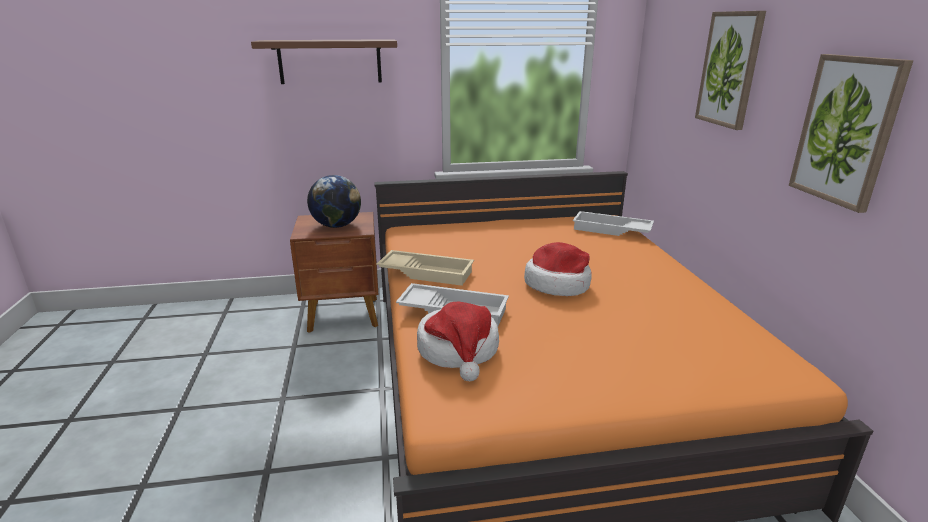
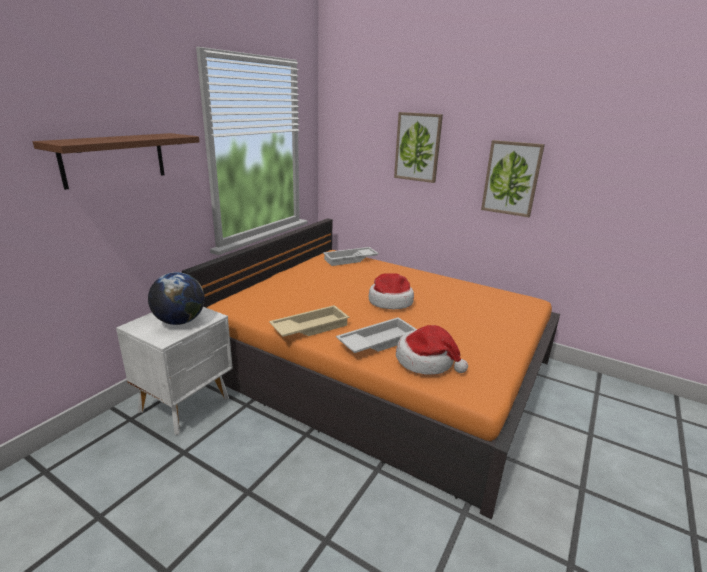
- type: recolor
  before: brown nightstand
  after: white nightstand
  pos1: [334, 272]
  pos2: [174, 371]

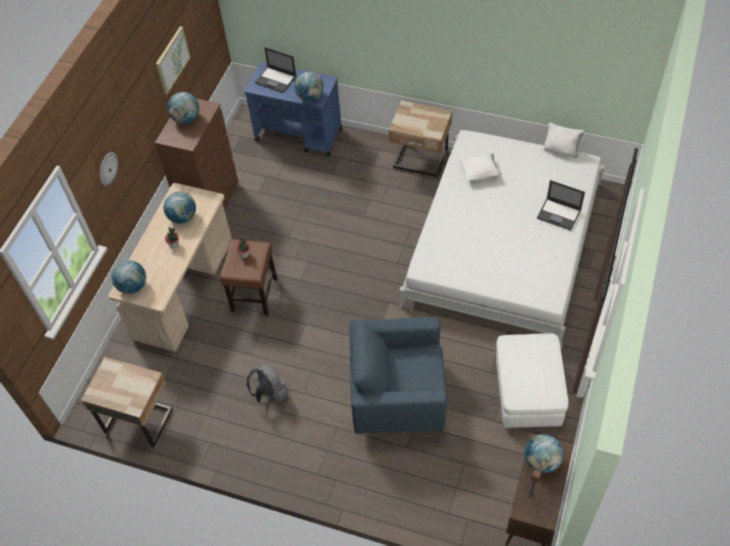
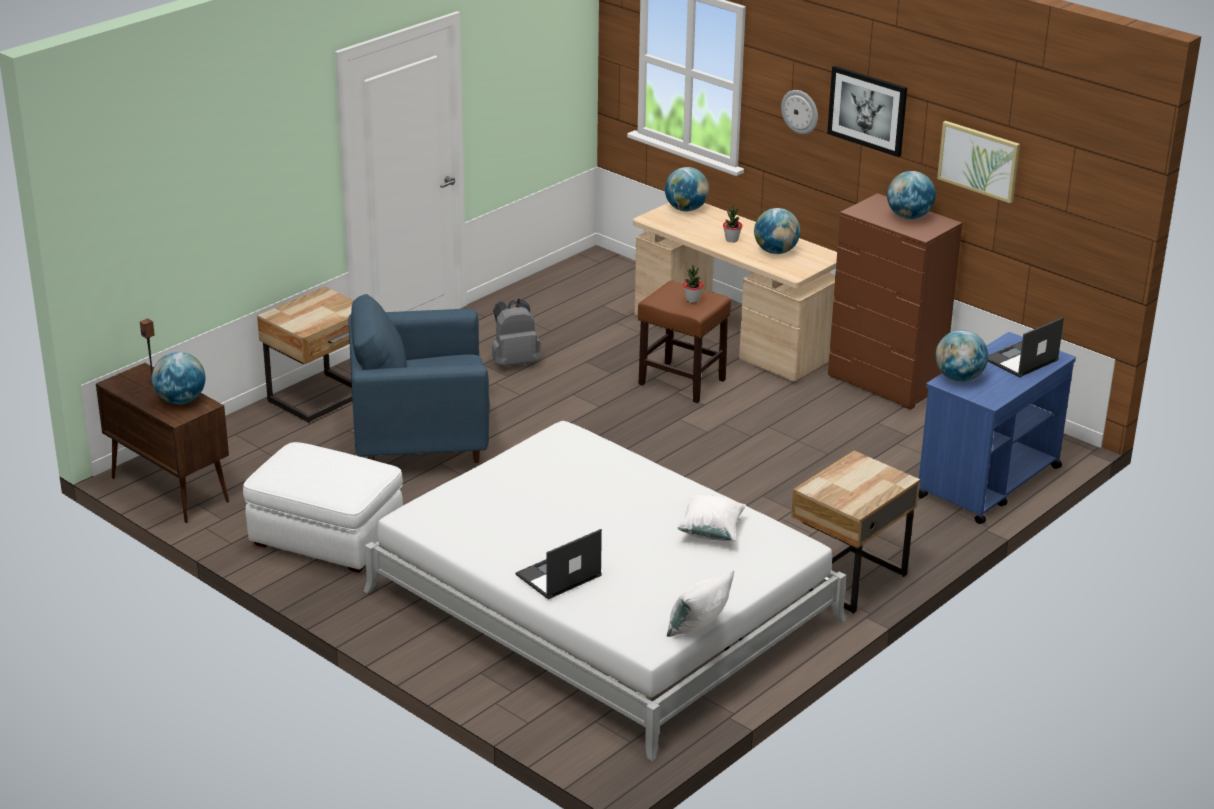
- type: insert
  after: picture
  pos2: [867, 111]
- type: move
  before: beige nightstand
  pos1: [127, 402]
  pos2: [305, 355]
- type: rotate
  before: blue armchair
  pos1: [398, 375]
  pos2: [419, 378]
  turn: -120

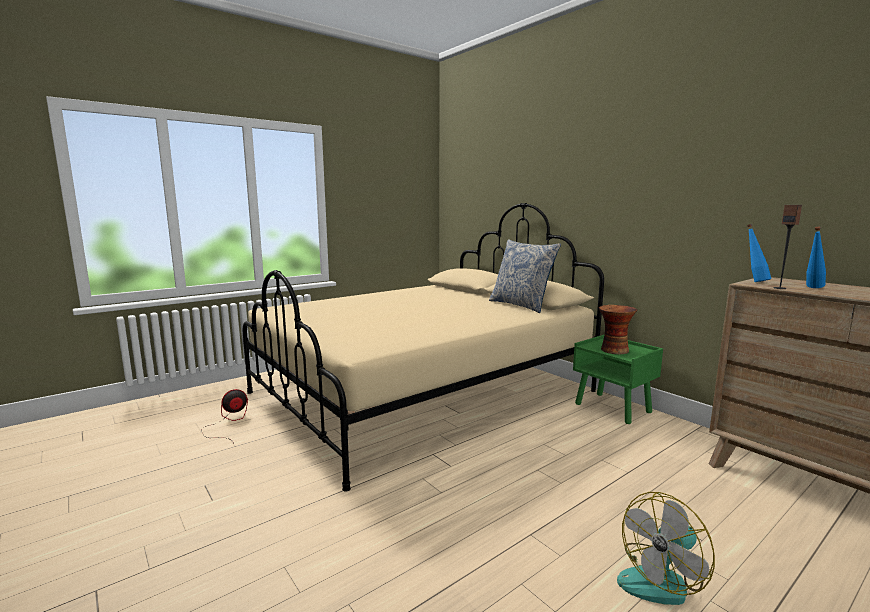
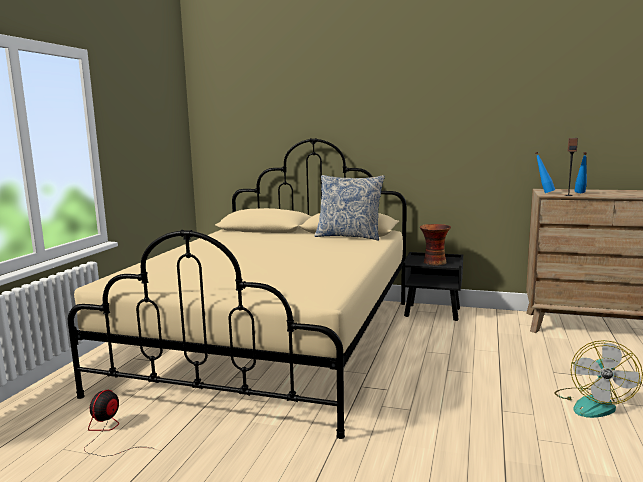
- type: recolor
  before: green nightstand
  after: black nightstand
  pos1: [618, 379]
  pos2: [433, 286]

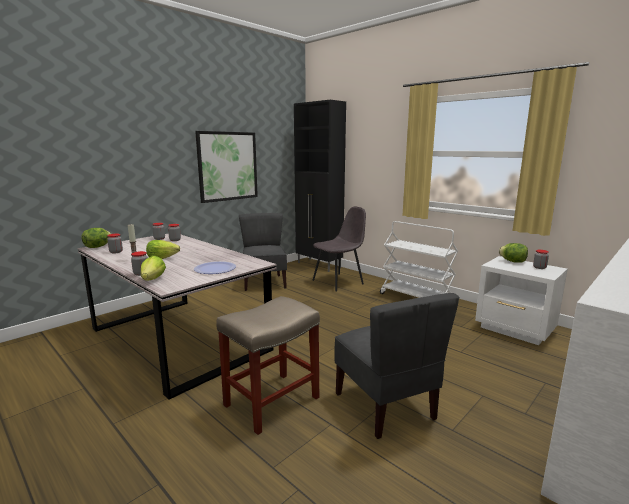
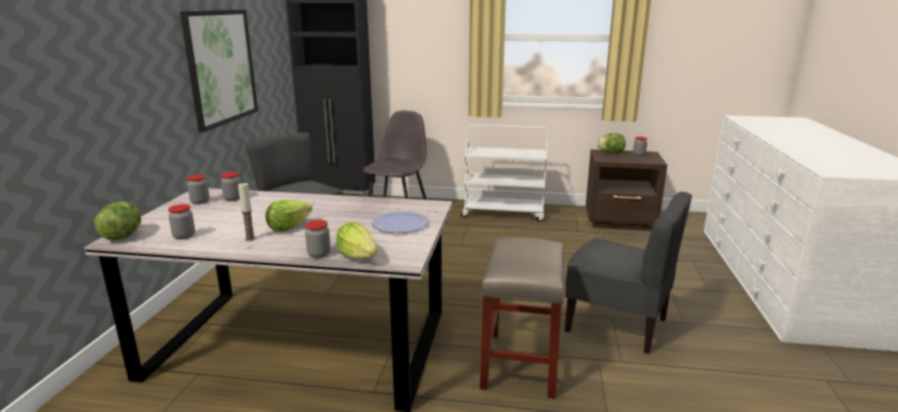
- type: recolor
  before: white nightstand
  after: brown nightstand
  pos1: [521, 300]
  pos2: [626, 190]

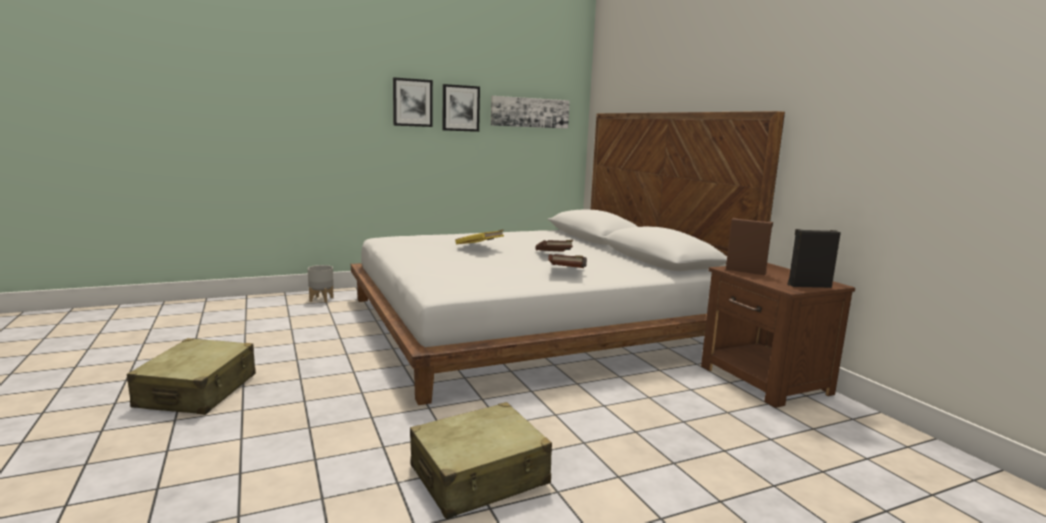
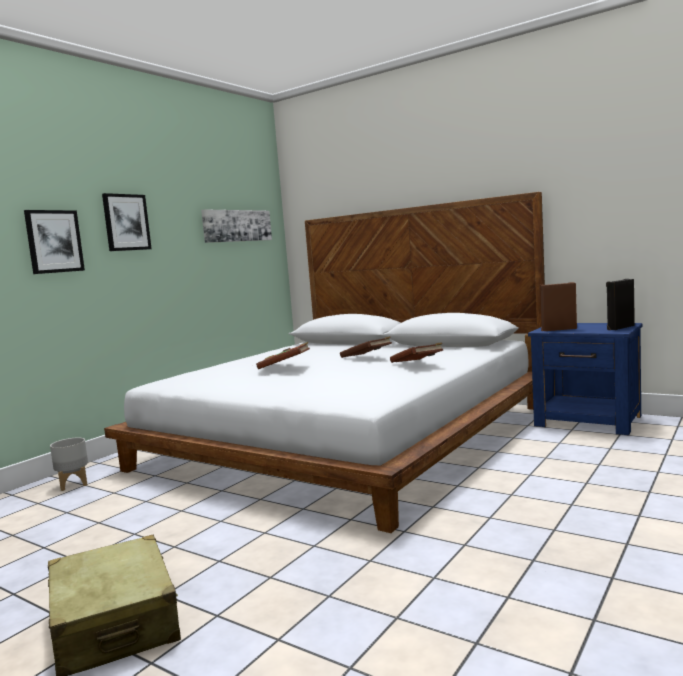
- type: delete
  before: beige suitcase
  pos1: [481, 460]
- type: move
  before: picture
  pos1: [461, 108]
  pos2: [54, 242]
- type: recolor
  before: yellow book
  after: brown book
  pos1: [479, 237]
  pos2: [283, 355]
- type: recolor
  before: brown nightstand
  after: blue nightstand
  pos1: [778, 335]
  pos2: [585, 379]

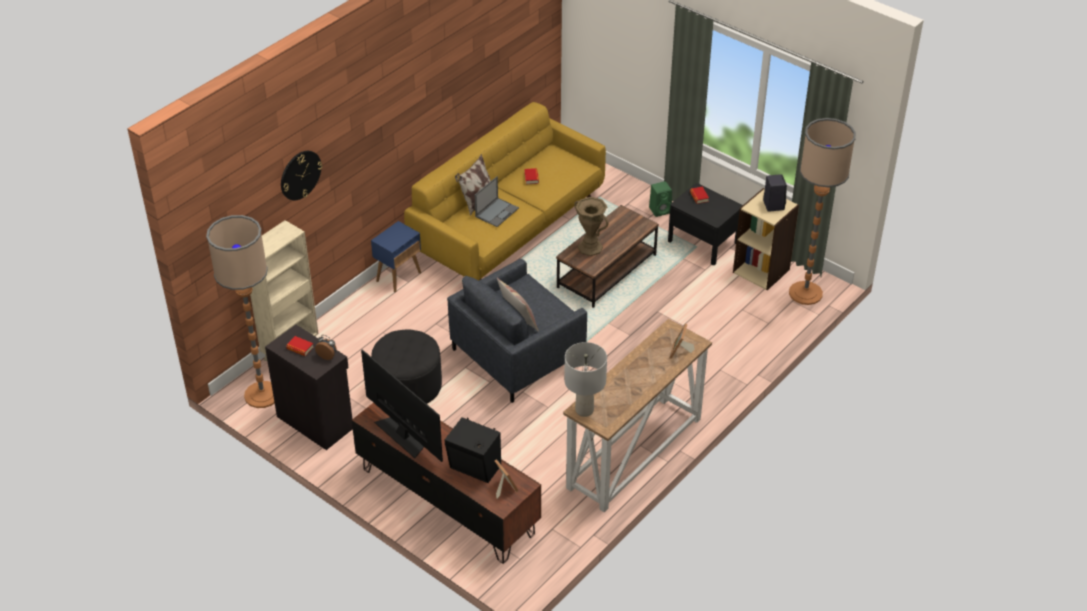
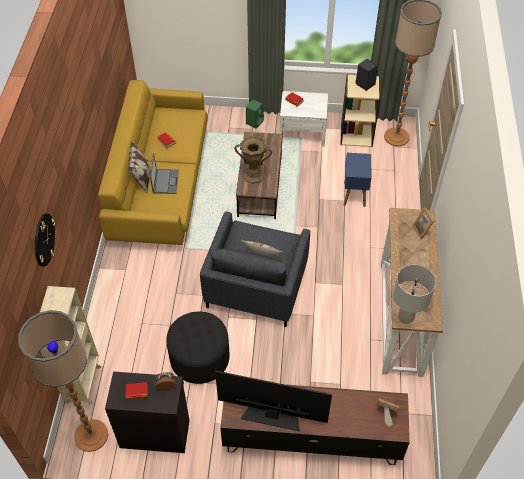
- type: delete
  before: black speaker
  pos1: [473, 450]
- type: move
  before: blue side table
  pos1: [396, 256]
  pos2: [357, 180]
- type: recolor
  before: black nightstand
  after: white nightstand
  pos1: [705, 224]
  pos2: [304, 118]

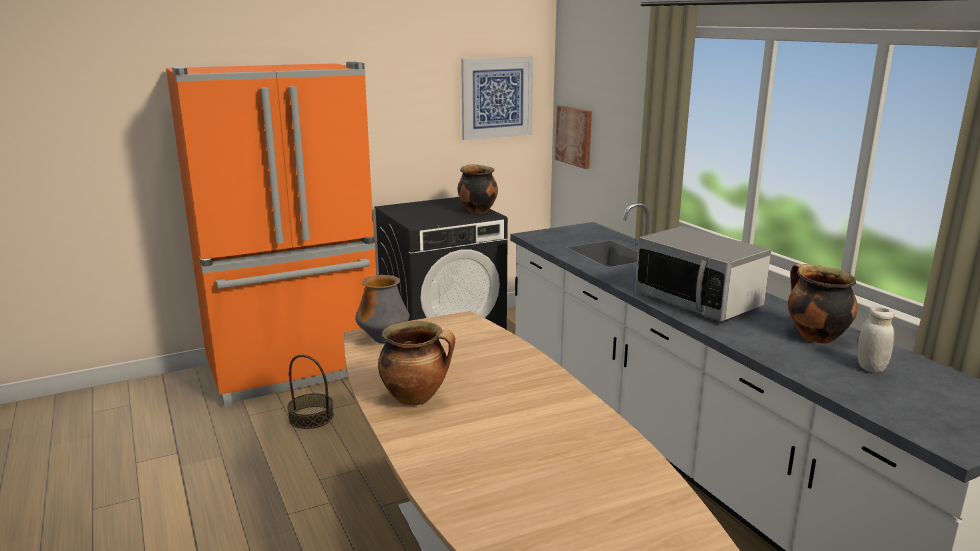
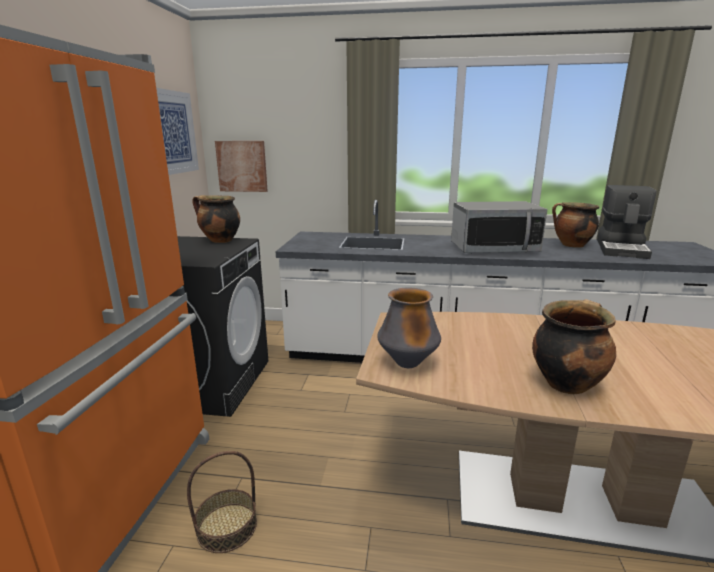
- type: replace
  before: white jar
  after: coffee machine
  pos1: [875, 340]
  pos2: [627, 222]

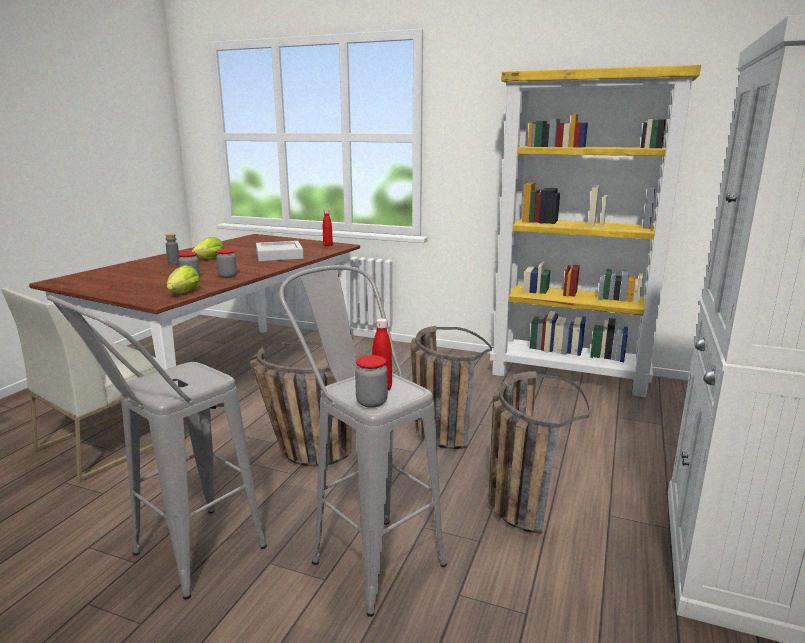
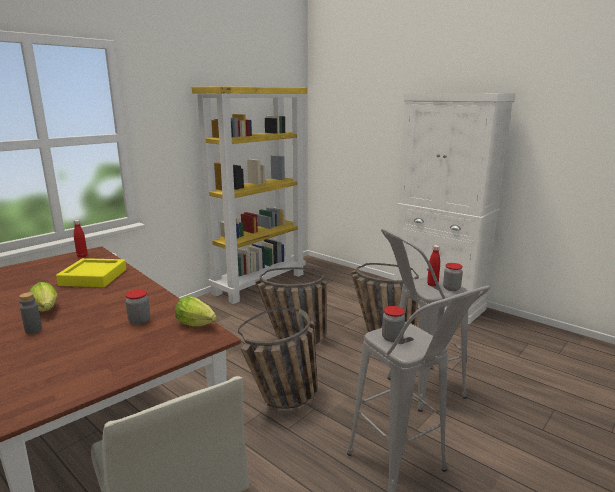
- type: move
  before: jar
  pos1: [226, 263]
  pos2: [393, 324]
- type: recolor
  before: grey tray
  after: yellow tray
  pos1: [280, 251]
  pos2: [91, 272]

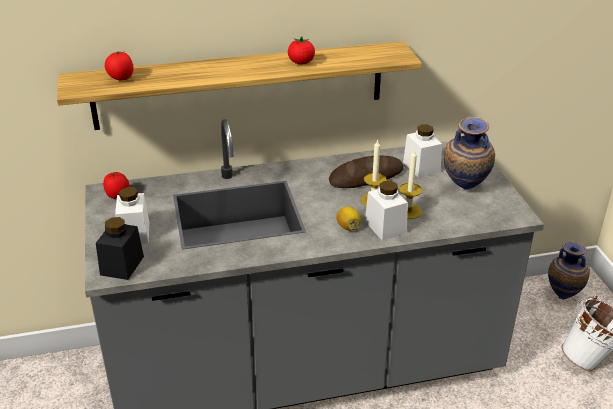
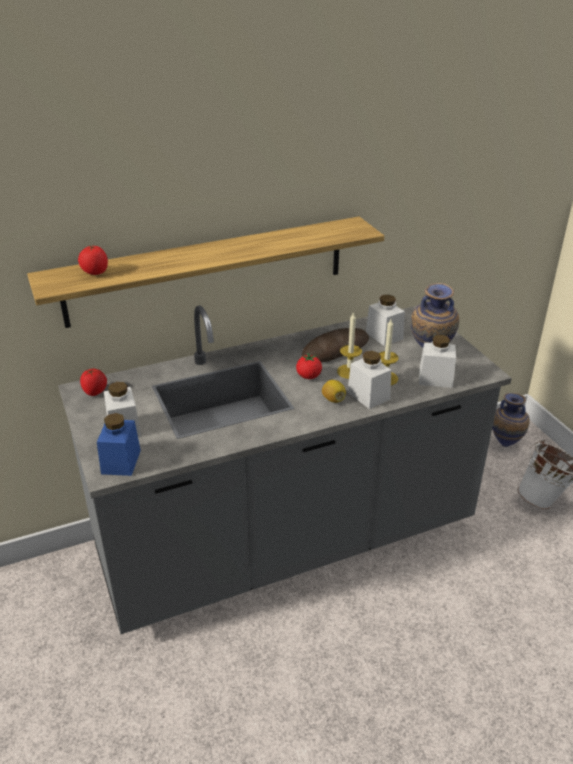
- type: insert
  after: white jar
  pos2: [437, 361]
- type: move
  before: tomato
  pos1: [301, 50]
  pos2: [309, 366]
- type: recolor
  before: black jar
  after: blue jar
  pos1: [120, 248]
  pos2: [119, 444]

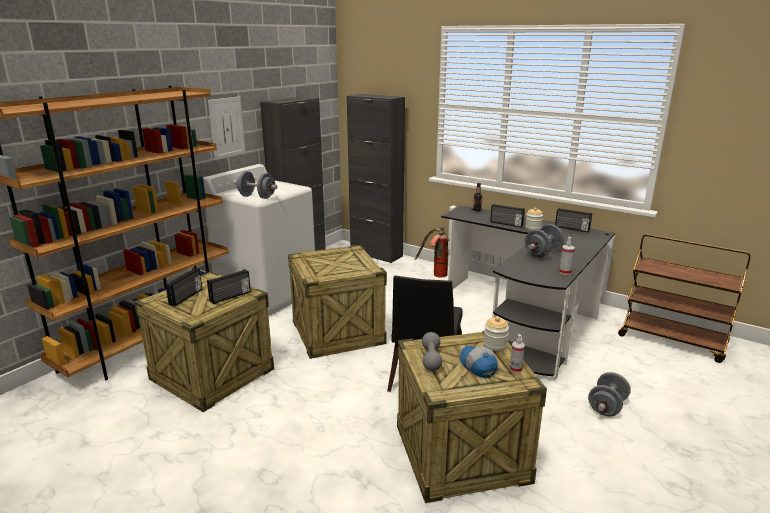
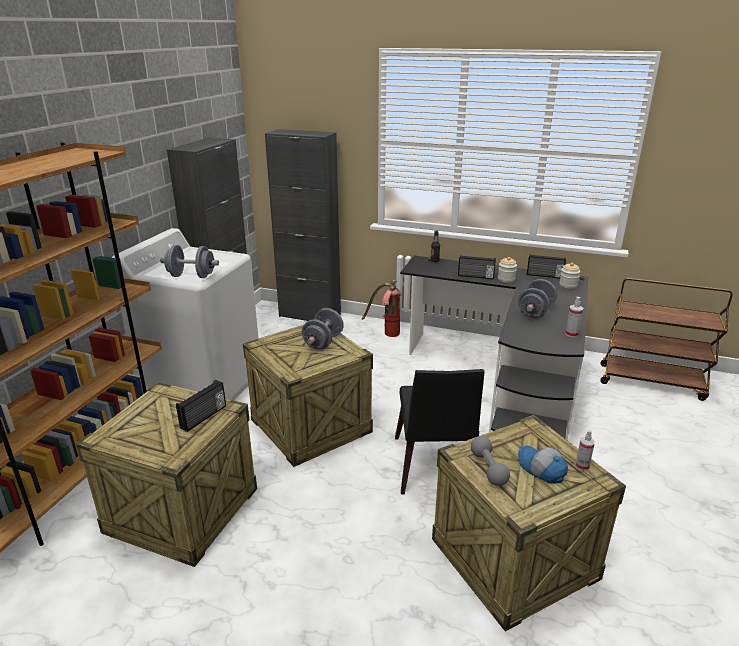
- type: delete
  before: radio
  pos1: [183, 287]
- type: delete
  before: picture
  pos1: [227, 128]
- type: move
  before: jar
  pos1: [496, 334]
  pos2: [569, 276]
- type: move
  before: grey dumbbell
  pos1: [609, 394]
  pos2: [323, 329]

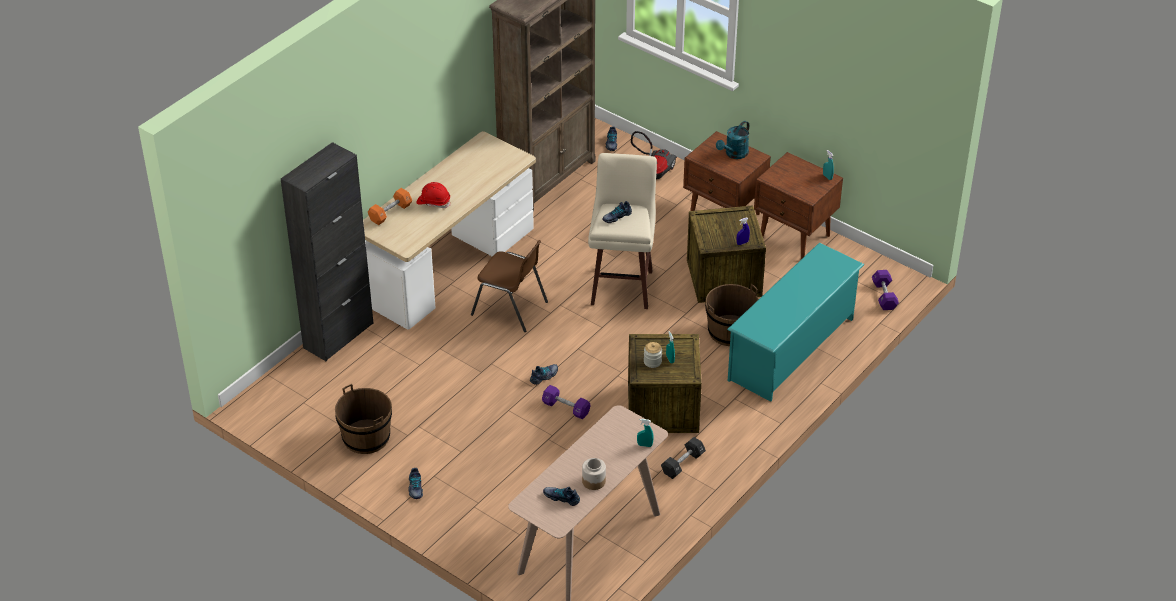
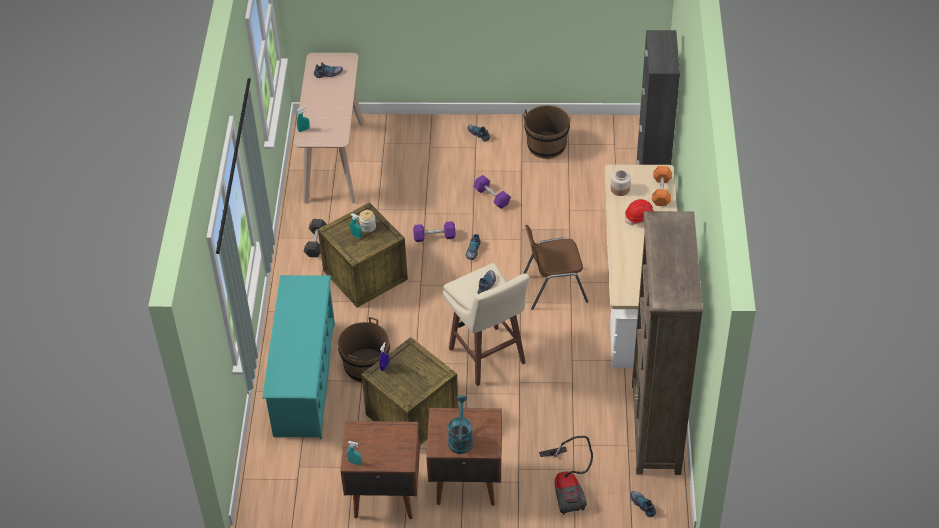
- type: move
  before: jar
  pos1: [594, 474]
  pos2: [621, 183]
- type: move
  before: purple dumbbell
  pos1: [885, 290]
  pos2: [492, 192]

